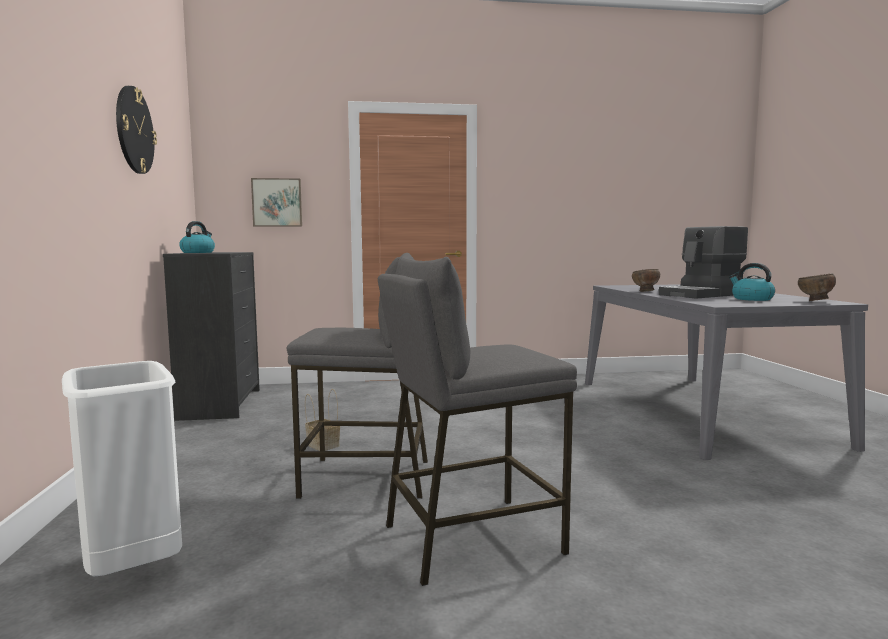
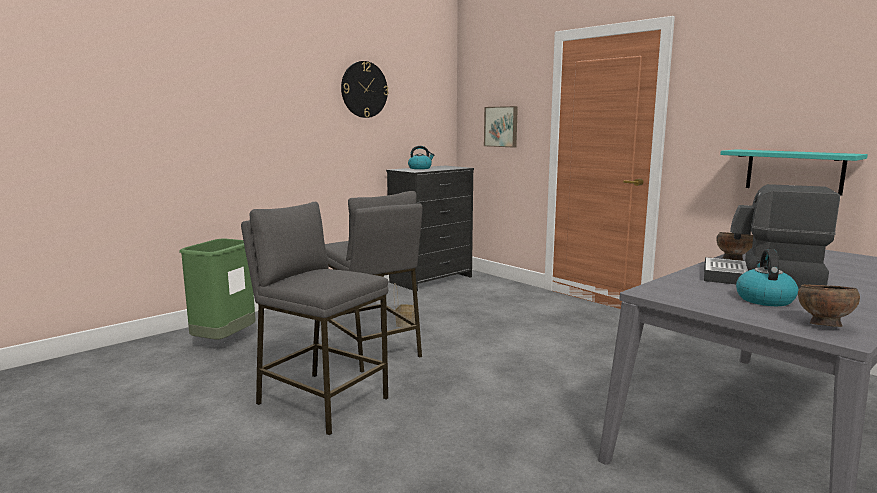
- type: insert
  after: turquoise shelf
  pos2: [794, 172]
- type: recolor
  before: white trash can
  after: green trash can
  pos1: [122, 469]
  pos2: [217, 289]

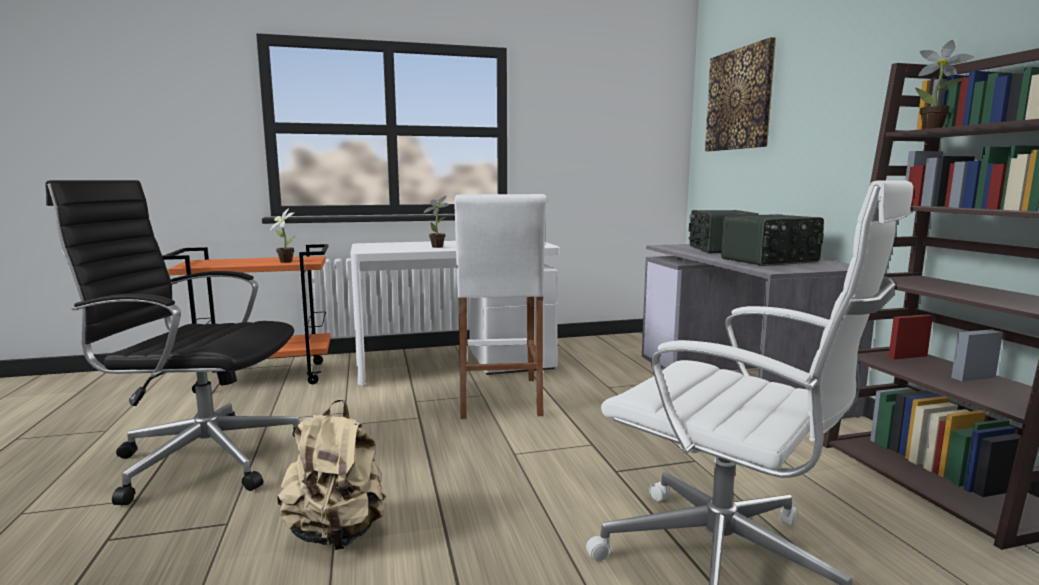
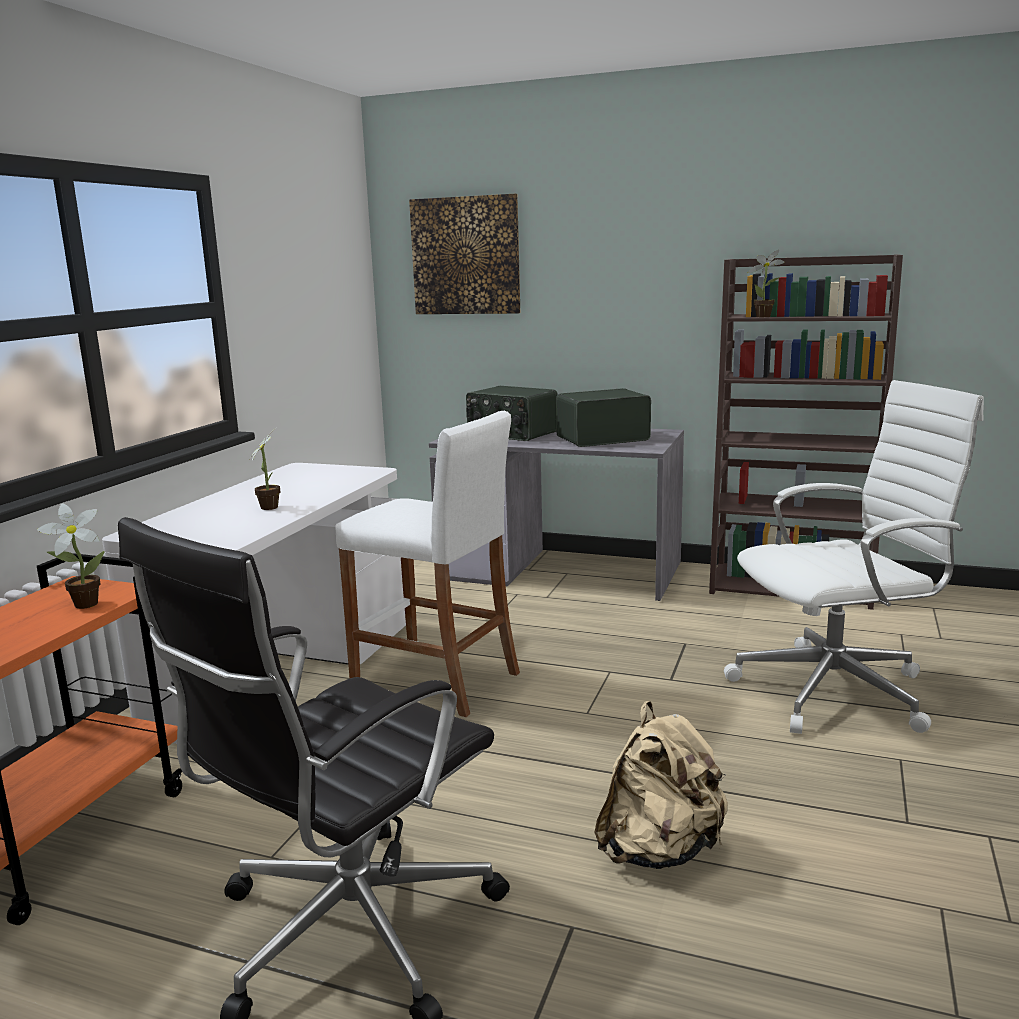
- type: rotate
  before: radio
  pos1: [772, 240]
  pos2: [603, 417]
  turn: -120

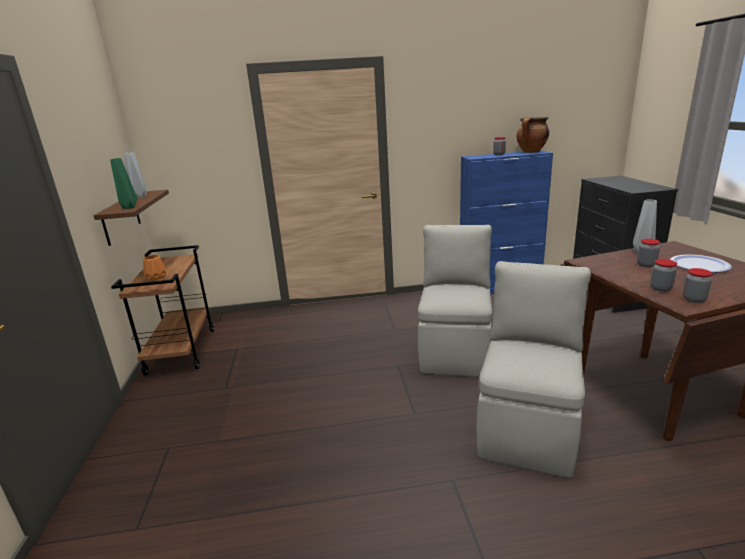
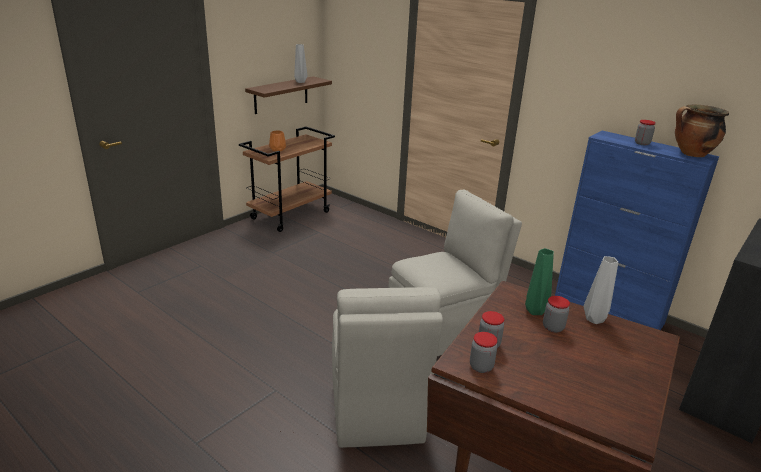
- type: delete
  before: plate
  pos1: [701, 264]
- type: move
  before: green vase
  pos1: [123, 183]
  pos2: [539, 281]
- type: rotate
  before: beige chair
  pos1: [534, 369]
  pos2: [387, 367]
  turn: 105

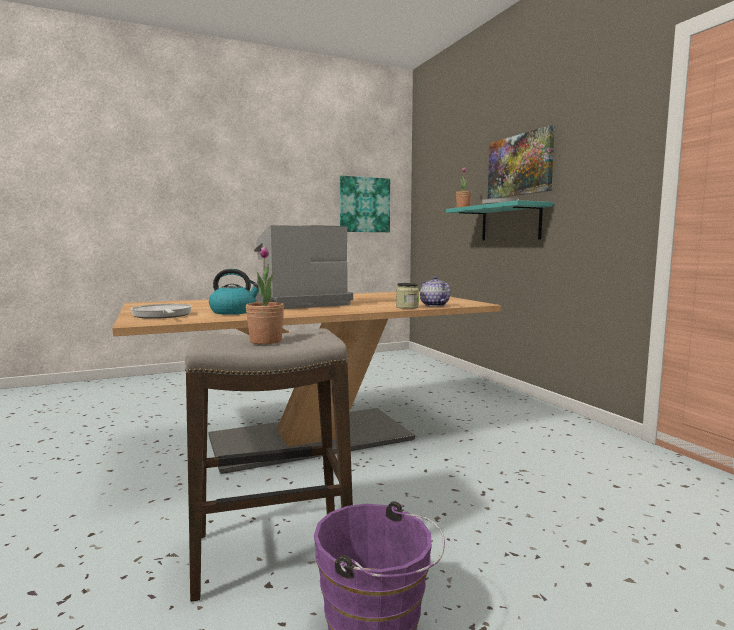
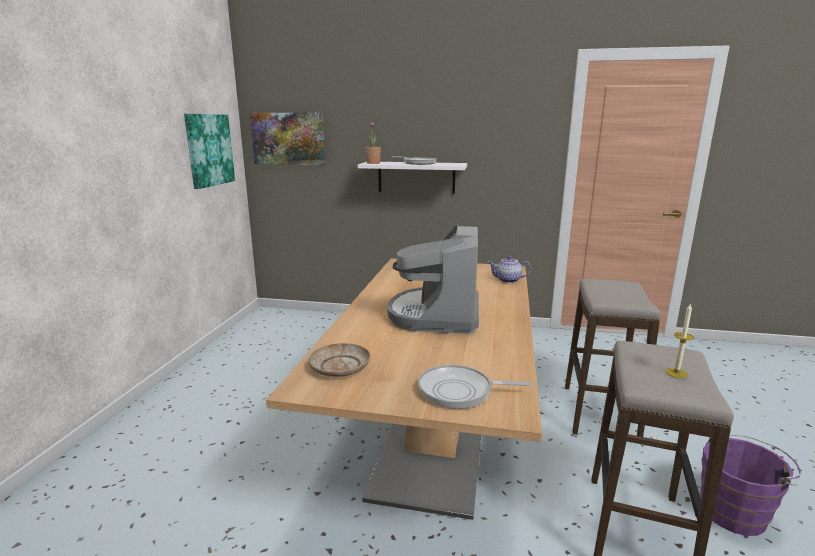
- type: delete
  before: kettle
  pos1: [234, 292]
- type: delete
  before: jar
  pos1: [407, 296]
- type: insert
  after: beige plate
  pos2: [339, 360]
- type: insert
  after: stool
  pos2: [613, 358]
- type: move
  before: picture
  pos1: [521, 162]
  pos2: [287, 139]
- type: replace
  before: potted plant
  after: candle
  pos1: [265, 295]
  pos2: [680, 340]
- type: recolor
  before: turquoise shelf
  after: white shelf
  pos1: [499, 220]
  pos2: [412, 178]

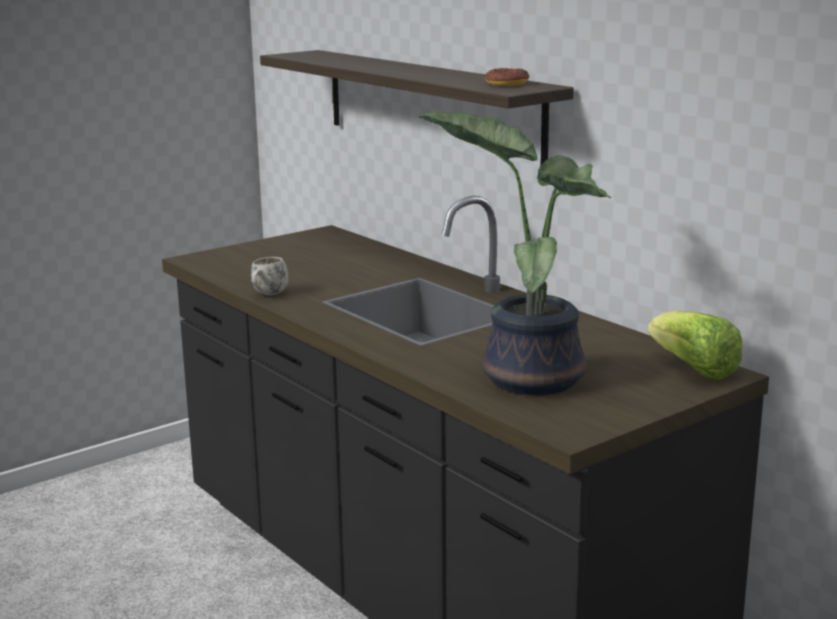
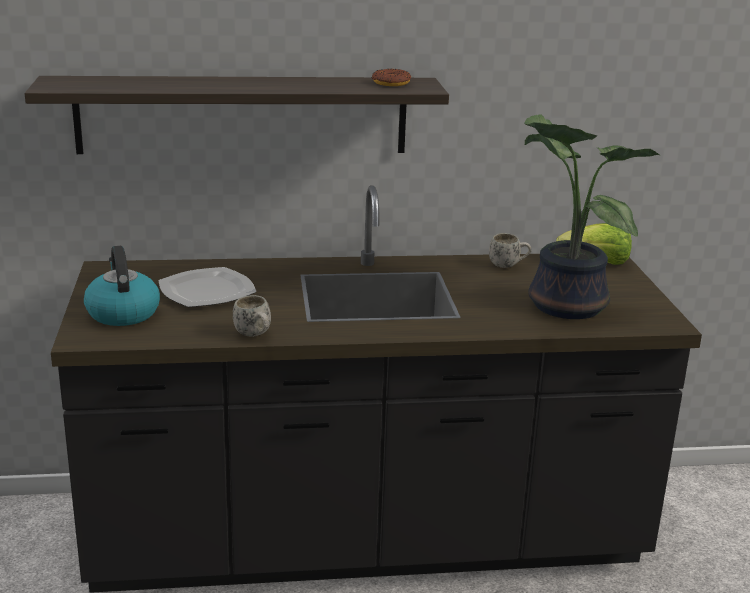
- type: insert
  after: kettle
  pos2: [122, 286]
- type: insert
  after: plate
  pos2: [207, 287]
- type: insert
  after: white mug
  pos2: [510, 250]

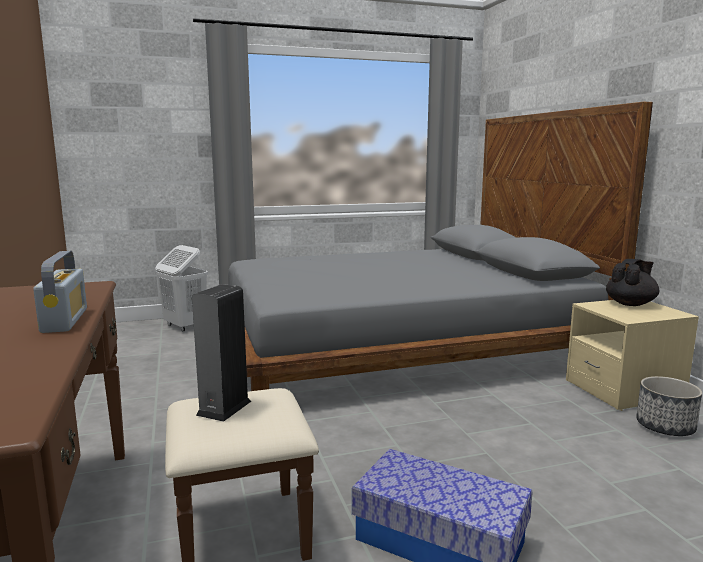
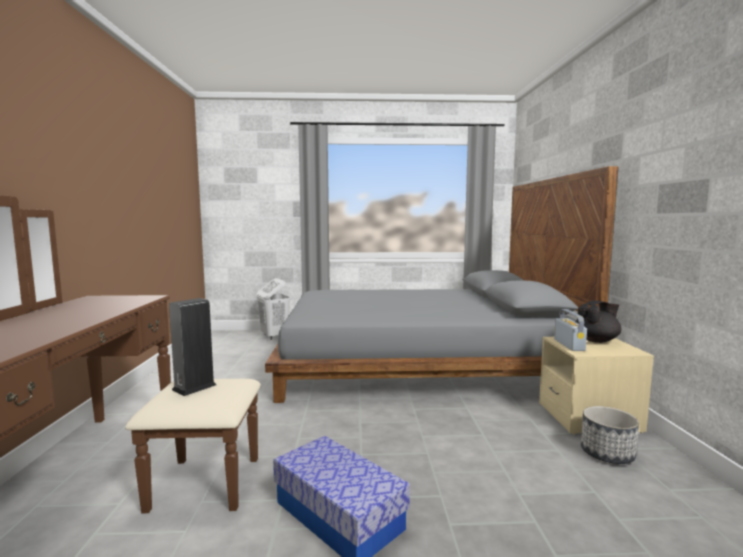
- type: move
  before: radio
  pos1: [60, 292]
  pos2: [570, 330]

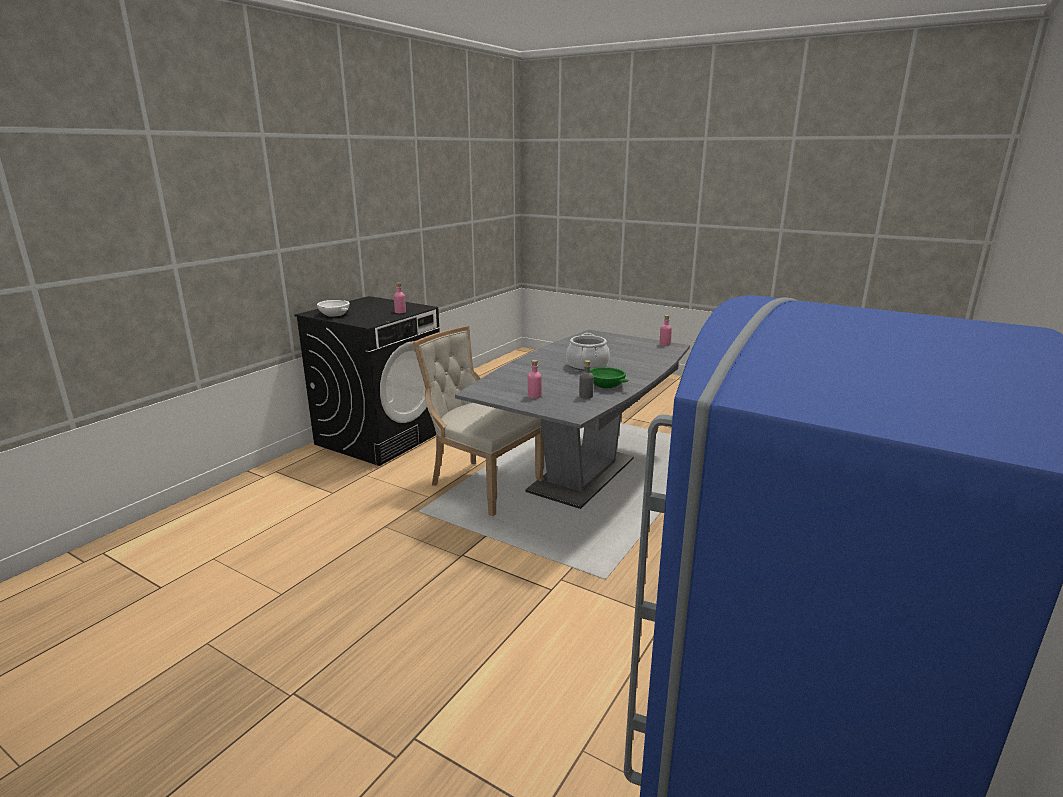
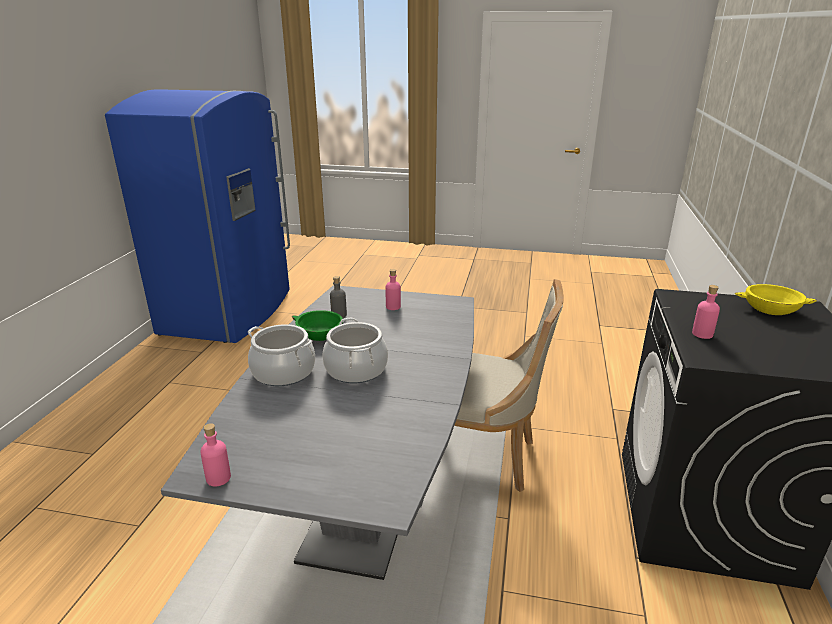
- type: insert
  after: cooking pot
  pos2: [281, 355]
- type: recolor
  before: white bowl
  after: yellow bowl
  pos1: [333, 308]
  pos2: [776, 299]

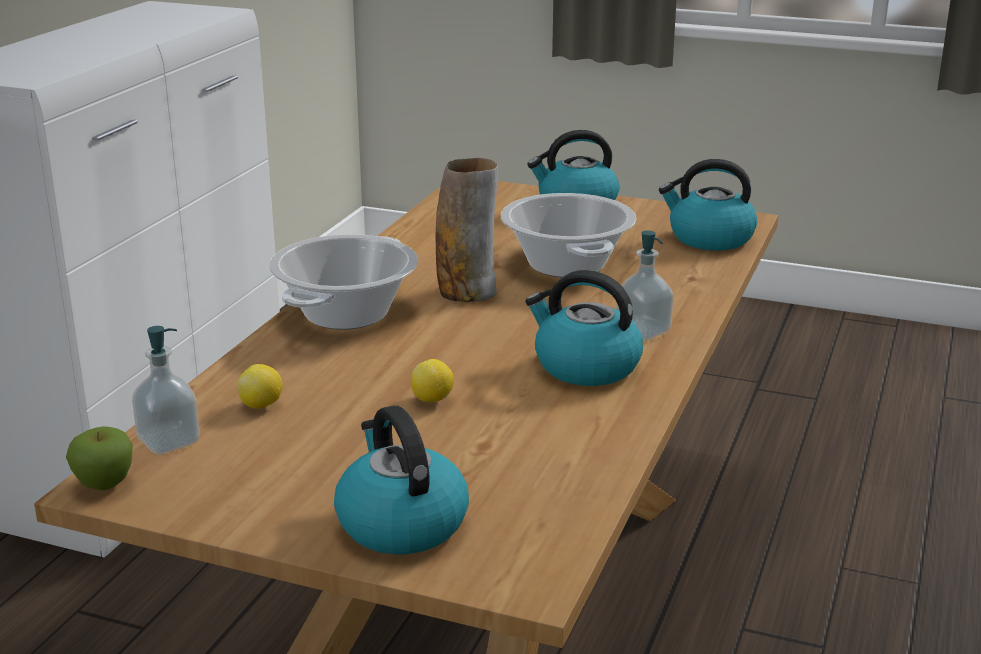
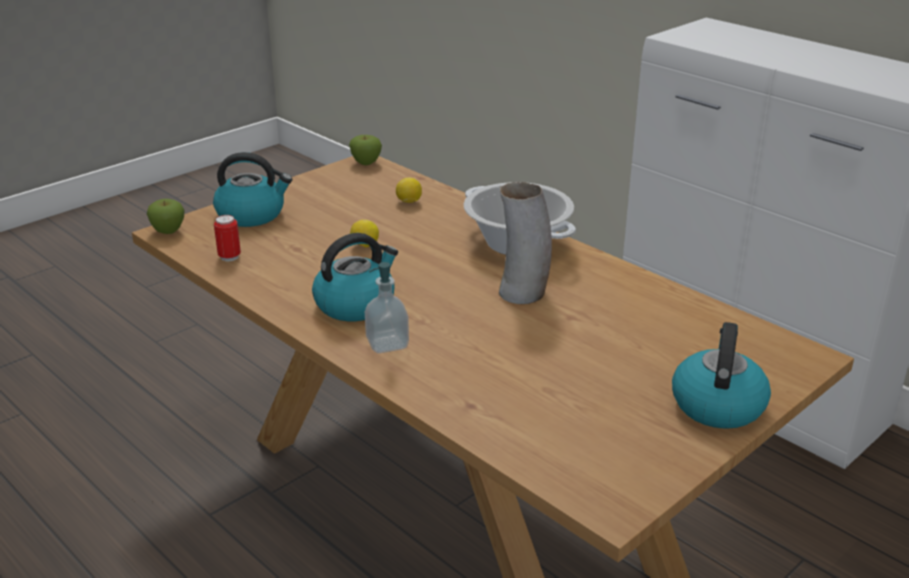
- type: delete
  before: soap dispenser
  pos1: [166, 390]
- type: delete
  before: cooking pot
  pos1: [568, 235]
- type: delete
  before: kettle
  pos1: [708, 205]
- type: insert
  after: apple
  pos2: [165, 216]
- type: insert
  after: can
  pos2: [227, 238]

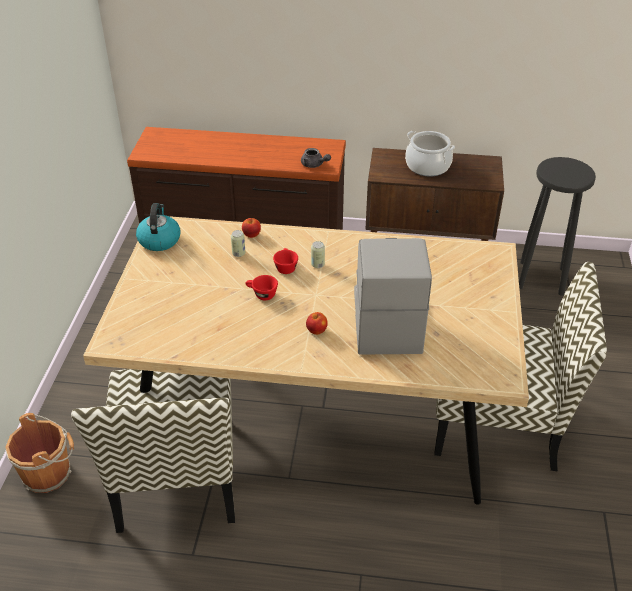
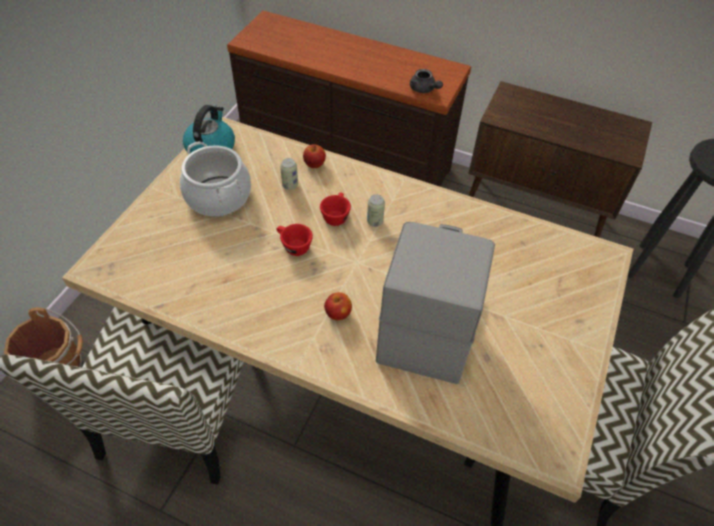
- type: move
  before: cooking pot
  pos1: [430, 153]
  pos2: [215, 179]

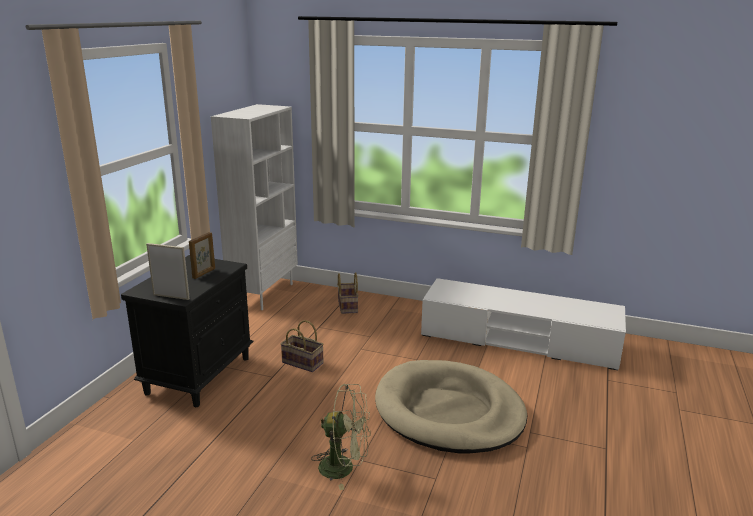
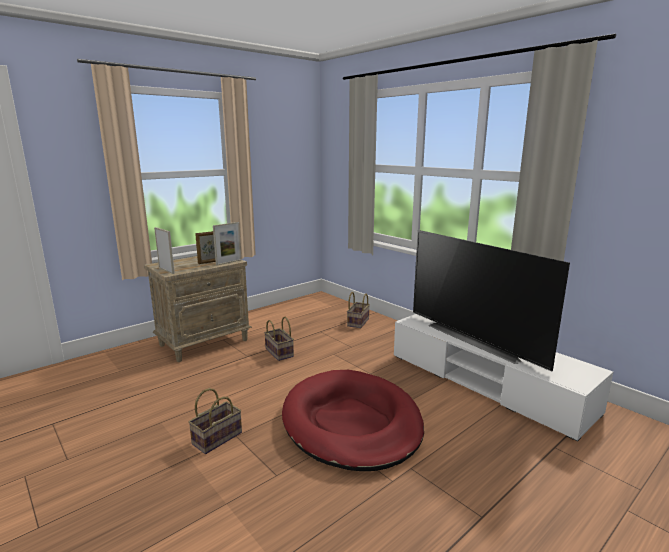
- type: delete
  before: white bookcase
  pos1: [254, 207]
- type: insert
  after: picture frame
  pos2: [227, 244]
- type: insert
  after: television
  pos2: [491, 300]
- type: replace
  before: green fan
  after: basket
  pos1: [341, 437]
  pos2: [215, 421]
- type: recolor
  before: black nightstand
  after: beige nightstand
  pos1: [187, 331]
  pos2: [198, 309]
- type: recolor
  before: beige dog bed
  after: red dog bed
  pos1: [451, 407]
  pos2: [353, 420]

